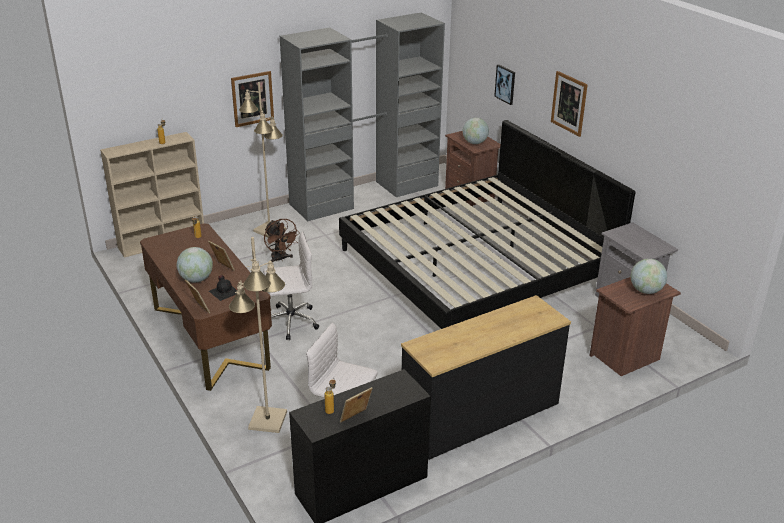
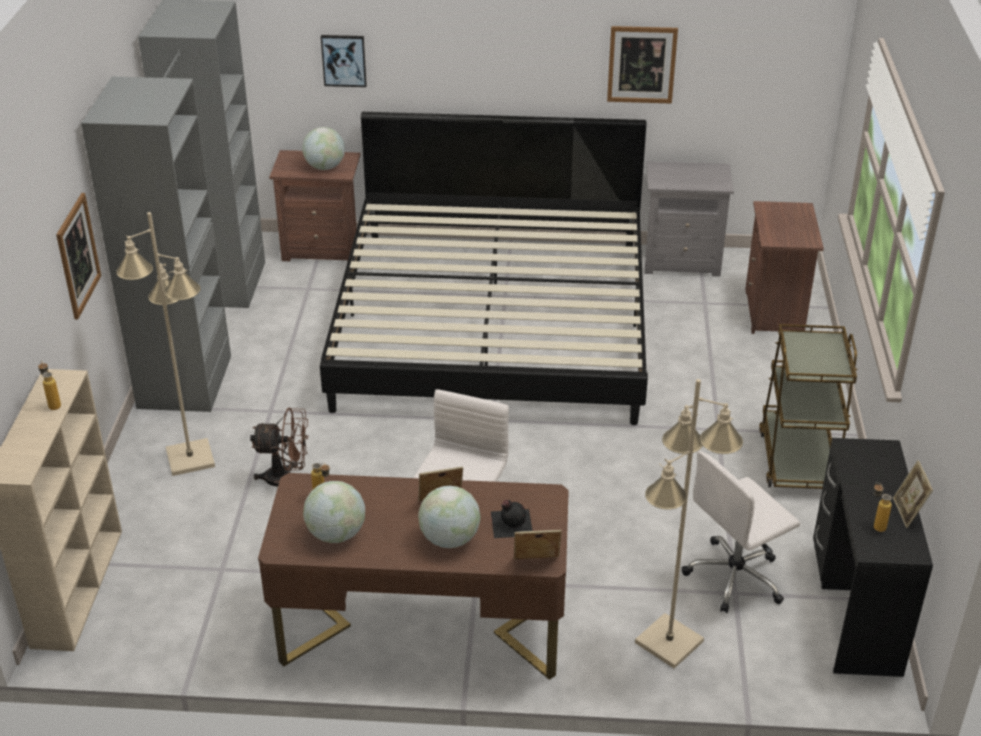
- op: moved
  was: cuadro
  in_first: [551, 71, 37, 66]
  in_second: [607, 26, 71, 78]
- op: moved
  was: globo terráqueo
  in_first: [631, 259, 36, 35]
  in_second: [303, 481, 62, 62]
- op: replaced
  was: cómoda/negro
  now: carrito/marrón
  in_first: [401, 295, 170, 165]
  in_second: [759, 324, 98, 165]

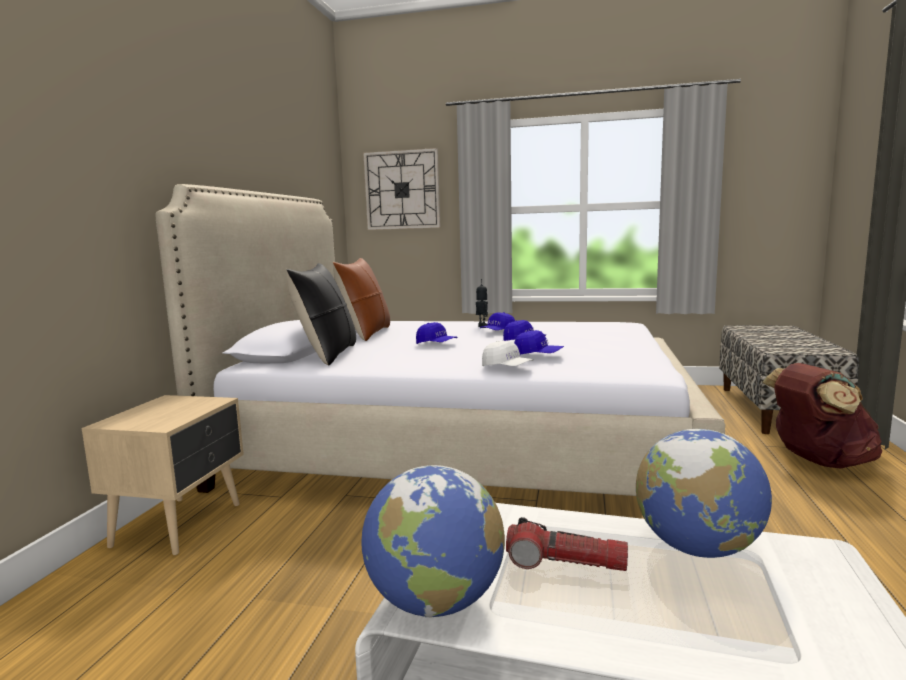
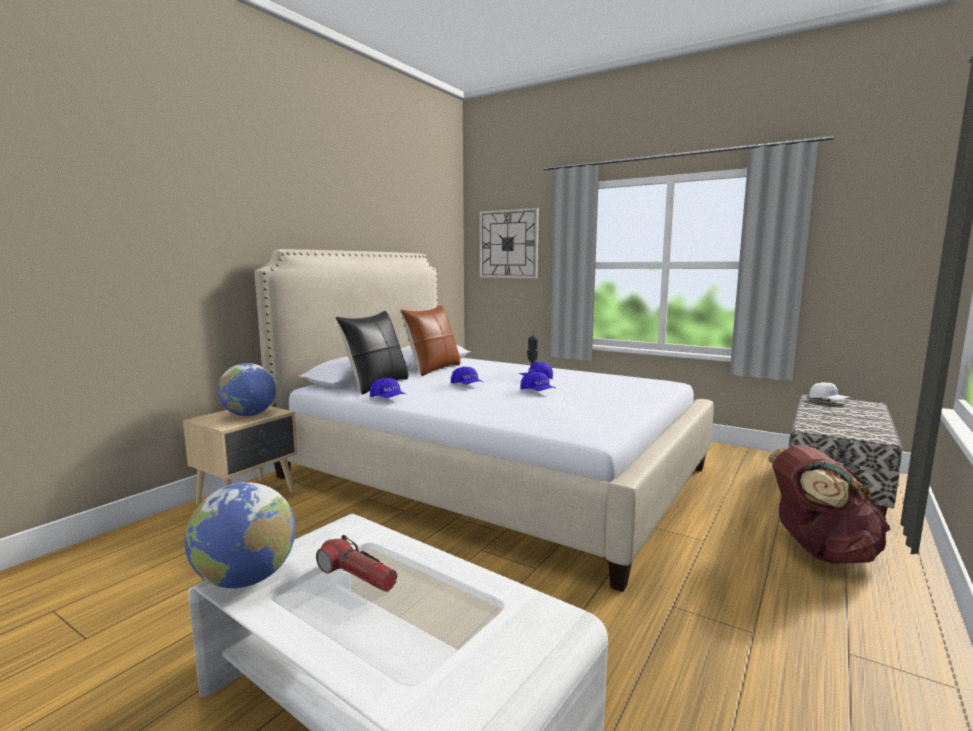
- op: moved
  was: gorra/blanco
  in_first: [482, 341, 52, 25]
  in_second: [809, 382, 41, 18]
- op: moved
  was: gorra/azul
  in_first: [514, 330, 50, 24]
  in_second: [370, 378, 36, 20]
- op: moved
  was: globo terráqueo
  in_first: [636, 429, 136, 129]
  in_second: [217, 363, 59, 54]

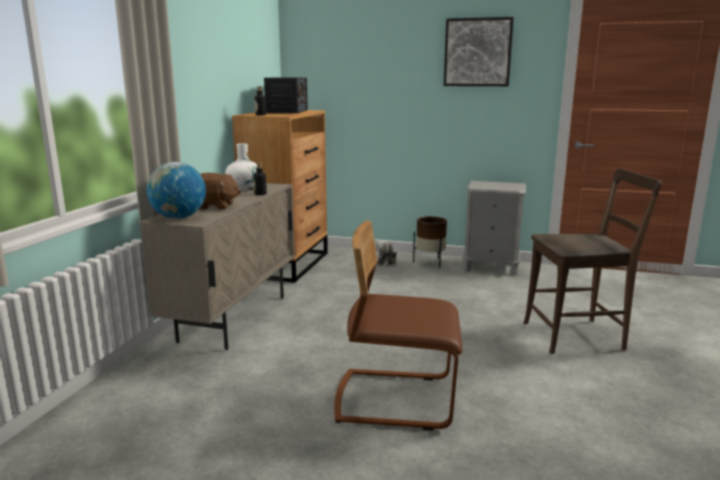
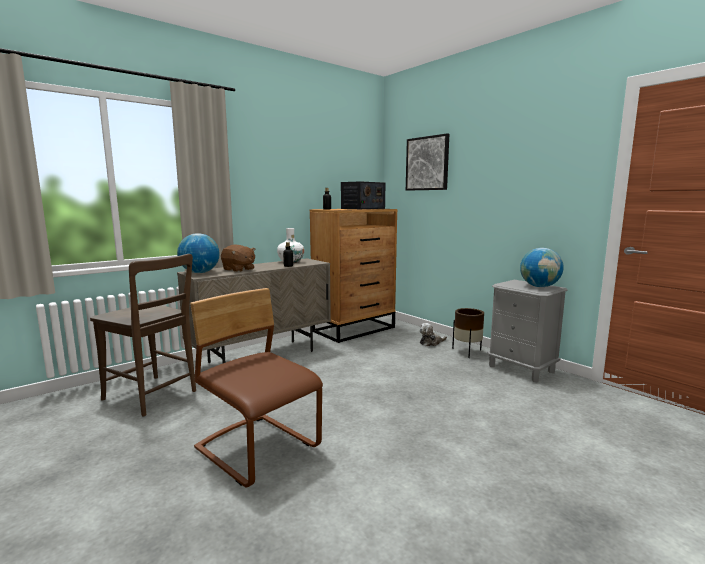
- op: added
  now: globo terráqueo
  in_second: [520, 248, 44, 39]
- op: moved
  was: cuadro
  in_first: [444, 17, 70, 69]
  in_second: [406, 133, 43, 58]
- op: moved
  was: silla/marrón
  in_first: [523, 168, 139, 186]
  in_second: [90, 254, 106, 162]

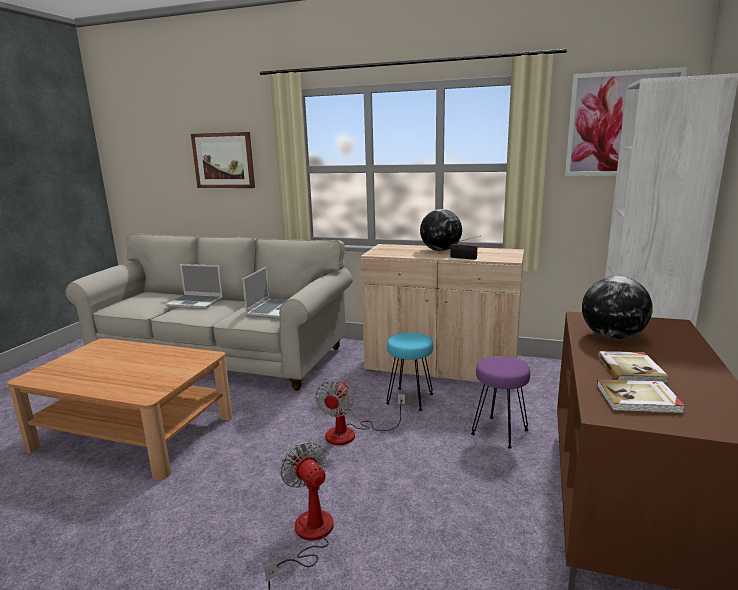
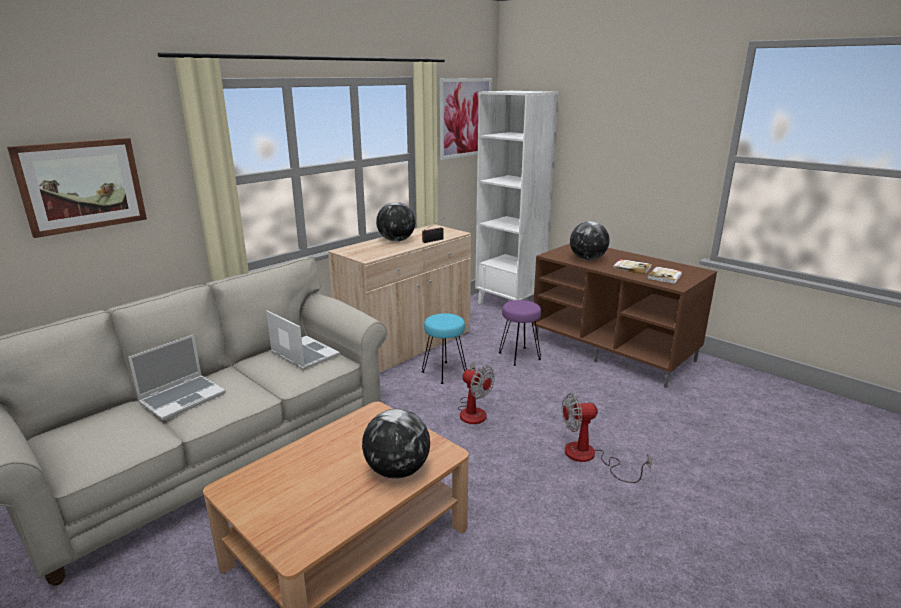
- op: added
  now: globo terráqueo
  in_second: [362, 409, 68, 70]

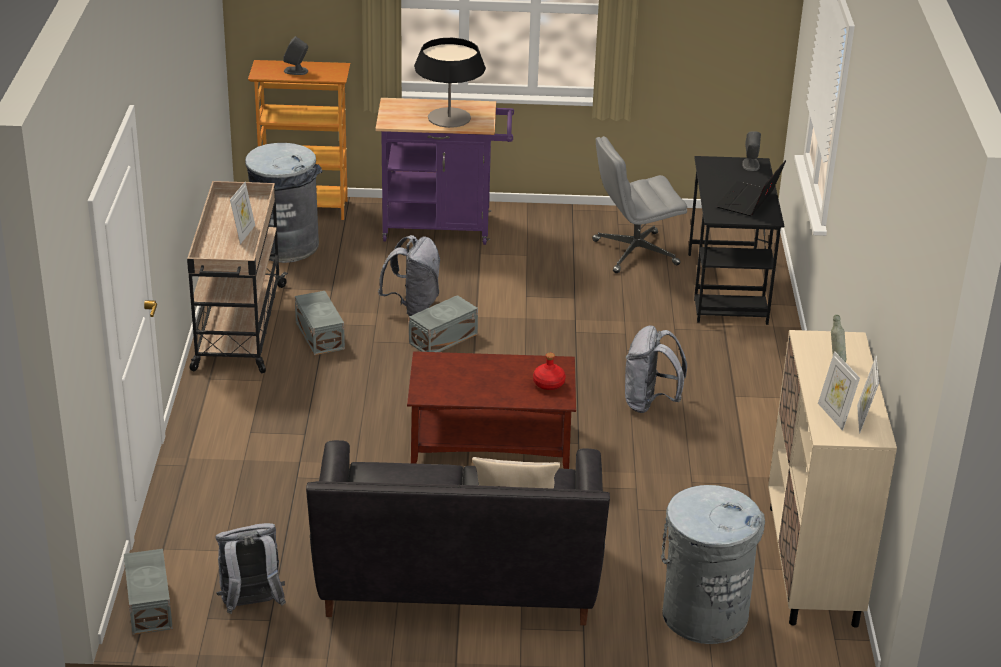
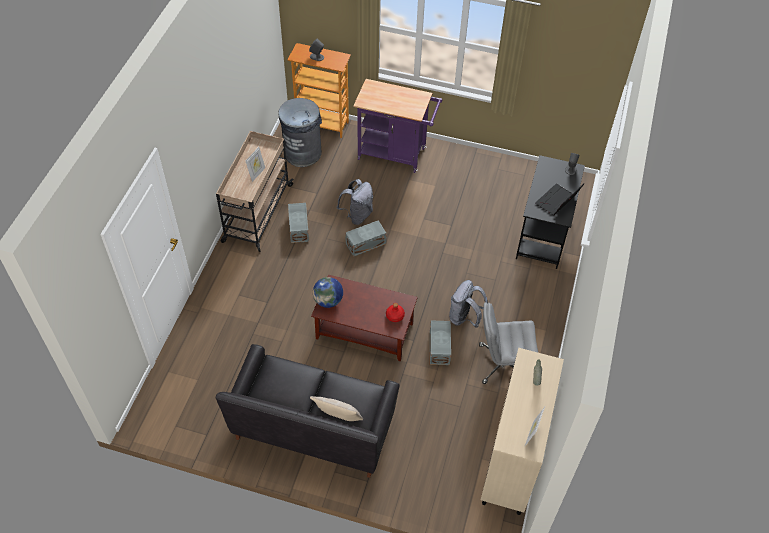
- op: removed
  was: mochila/gris
  in_first: [216, 523, 70, 91]
- op: removed
  was: lámpara de mesa
  in_first: [414, 38, 72, 90]
- op: removed
  was: papelera/gris
  in_first: [661, 485, 104, 159]
- op: removed
  was: portarretratos
  in_first: [818, 351, 42, 80]
- op: added
  now: globo terráqueo
  in_second: [313, 277, 30, 31]
- op: moved
  was: caja de almacenaje/gris
  in_first: [124, 549, 49, 86]
  in_second: [430, 320, 21, 45]
- op: moved
  was: silla de oficina/gris
  in_first: [592, 136, 95, 137]
  in_second: [479, 302, 59, 82]

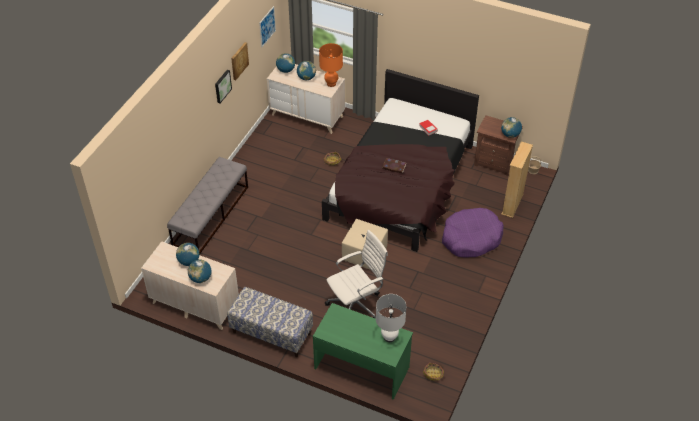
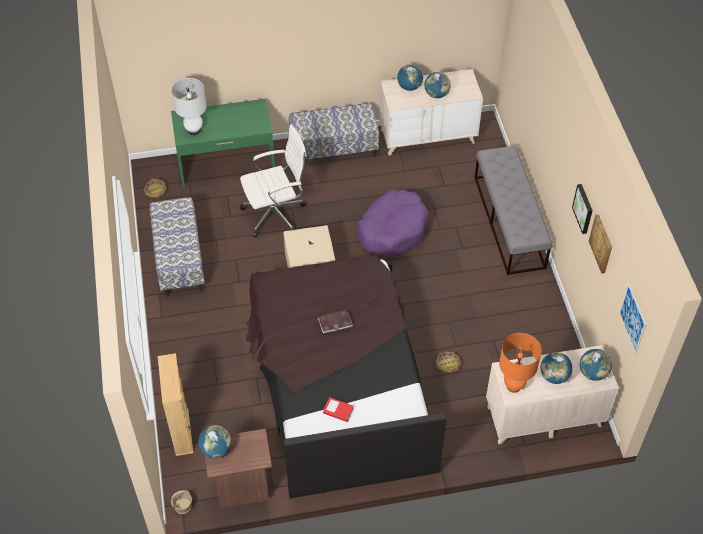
- op: added
  now: banco
  in_second: [150, 197, 55, 100]
- op: moved
  was: cama para perro/morado
  in_first: [442, 208, 62, 50]
  in_second: [357, 190, 72, 66]
- op: turned
  was: silla de oficina/blanco
  in_first: [325, 230, 63, 89]
  in_second: [240, 124, 67, 113]
  clockwise: -135

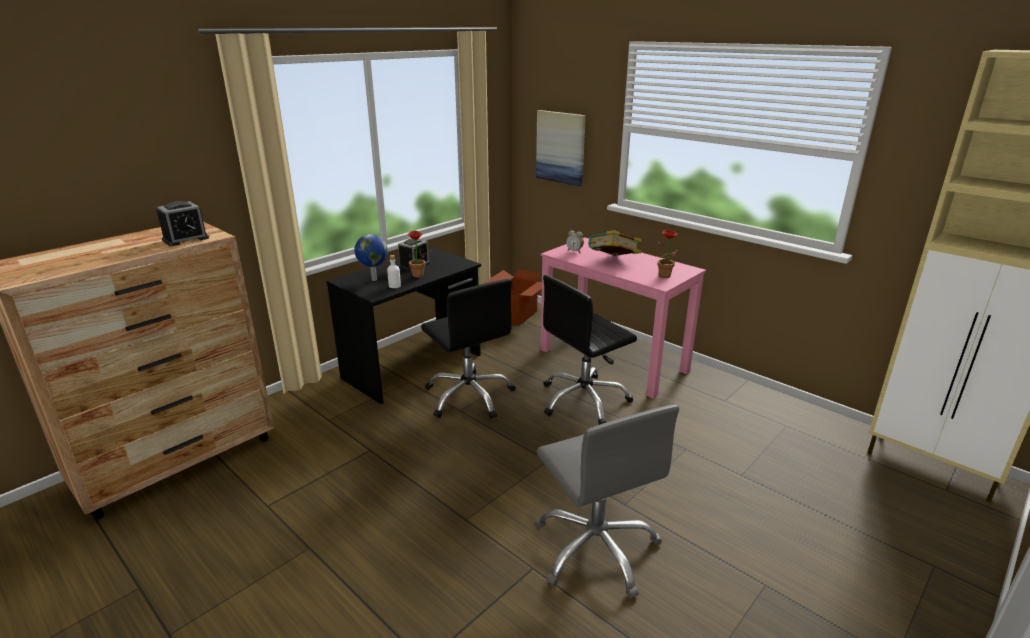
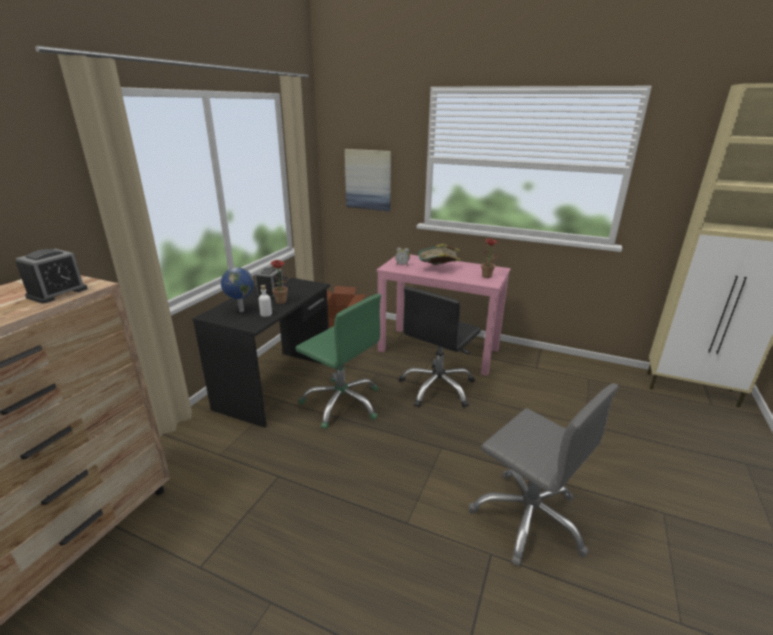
- op: recoloured
  was: silla de oficina/negro
  now: silla de oficina/verde
  in_first: [421, 279, 95, 140]
  in_second: [295, 294, 86, 135]

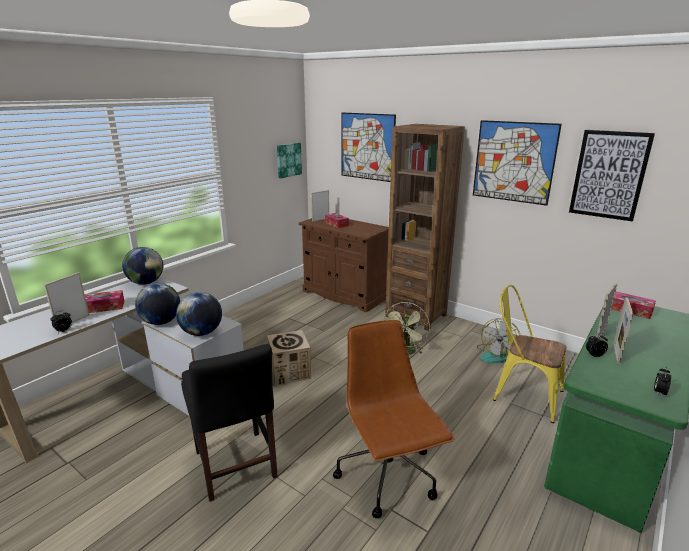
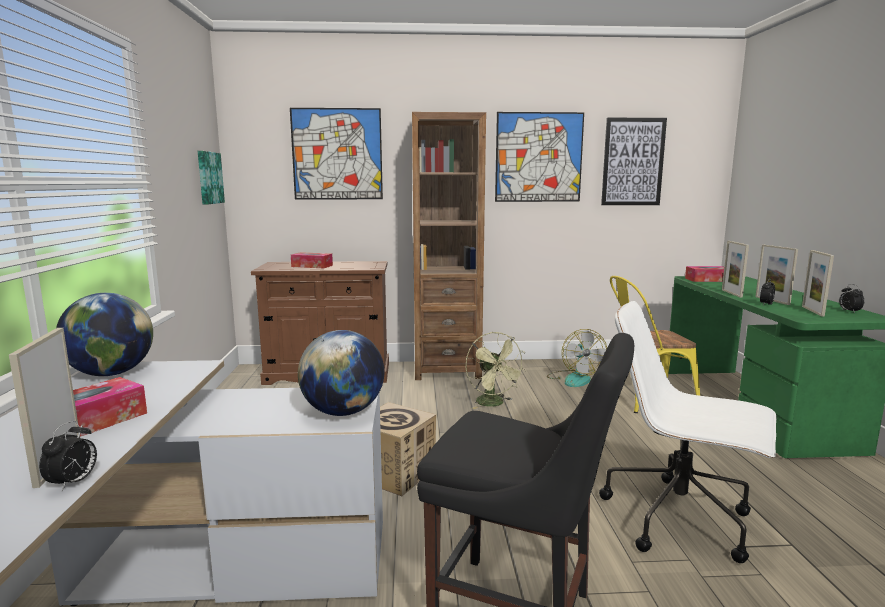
- op: removed
  was: globo terráqueo
  in_first: [135, 283, 45, 42]
- op: moved
  was: portarretratos
  in_first: [311, 190, 18, 32]
  in_second: [802, 250, 32, 66]
- op: recoloured
  was: silla de oficina/marrón
  now: silla de oficina/blanco
  in_first: [333, 320, 121, 198]
  in_second: [599, 301, 177, 262]

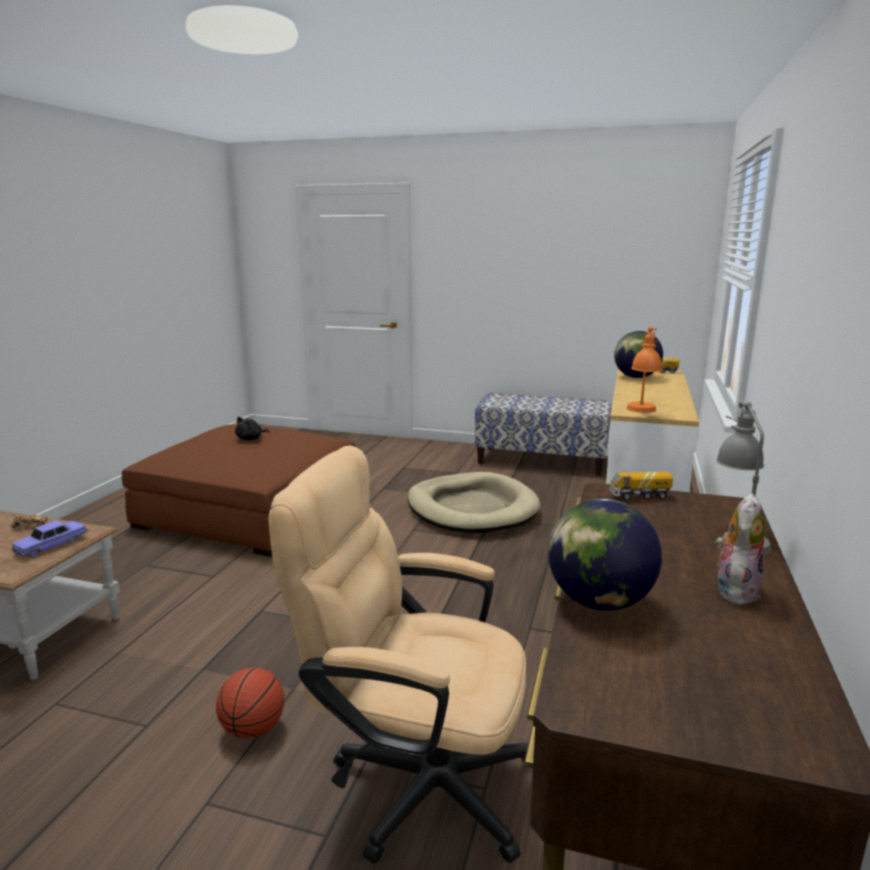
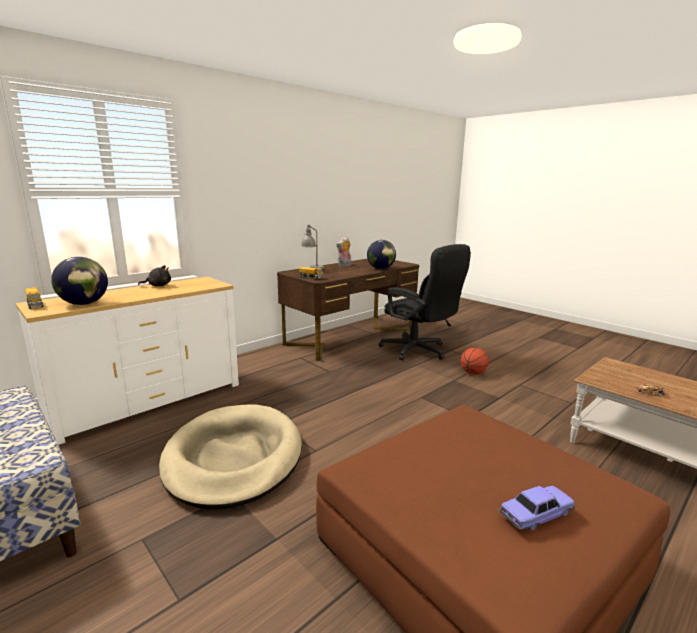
- op: removed
  was: lámpara de mesa/naranja
  in_first: [626, 327, 36, 86]
- op: moved
  was: coche de juguete
  in_first: [11, 520, 77, 38]
  in_second: [498, 486, 77, 45]
- op: moved
  was: peluche/negro
  in_first: [235, 417, 34, 23]
  in_second: [138, 265, 33, 21]
- op: recoloured
  was: silla de oficina/beis
  now: silla de oficina/negro
  in_first: [268, 446, 260, 418]
  in_second: [378, 244, 93, 117]

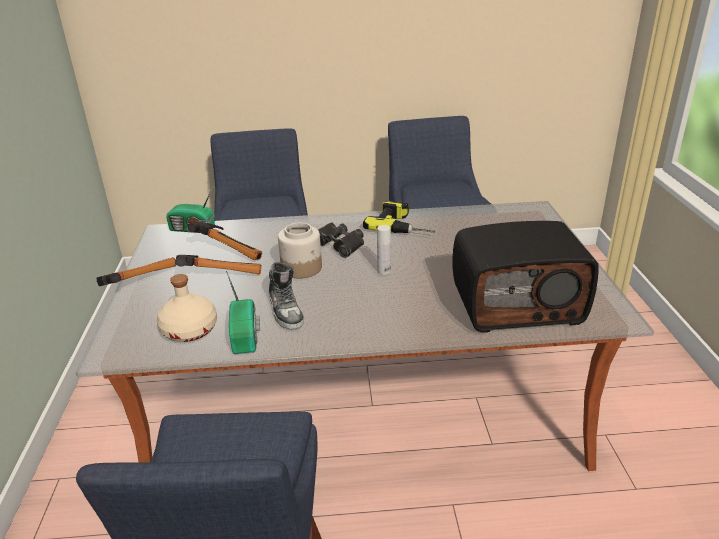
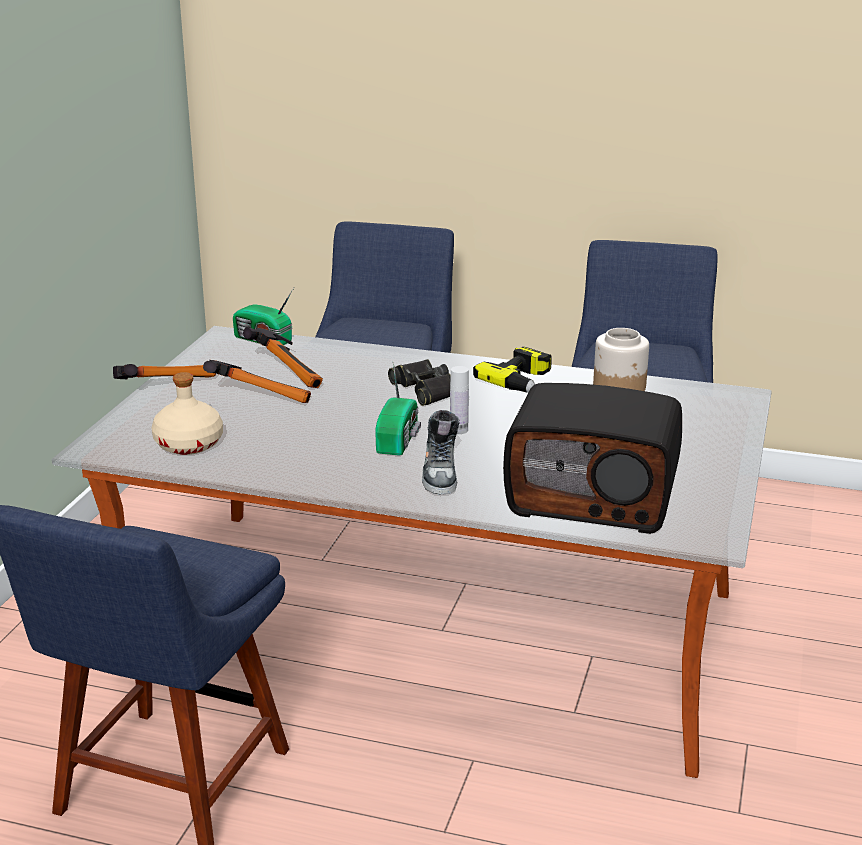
- op: moved
  was: radio
  in_first: [226, 271, 34, 83]
  in_second: [375, 362, 46, 94]
- op: moved
  was: zapato
  in_first: [269, 262, 35, 67]
  in_second: [422, 410, 38, 84]
- op: moved
  was: tarro
  in_first: [278, 222, 44, 56]
  in_second: [593, 328, 56, 63]

